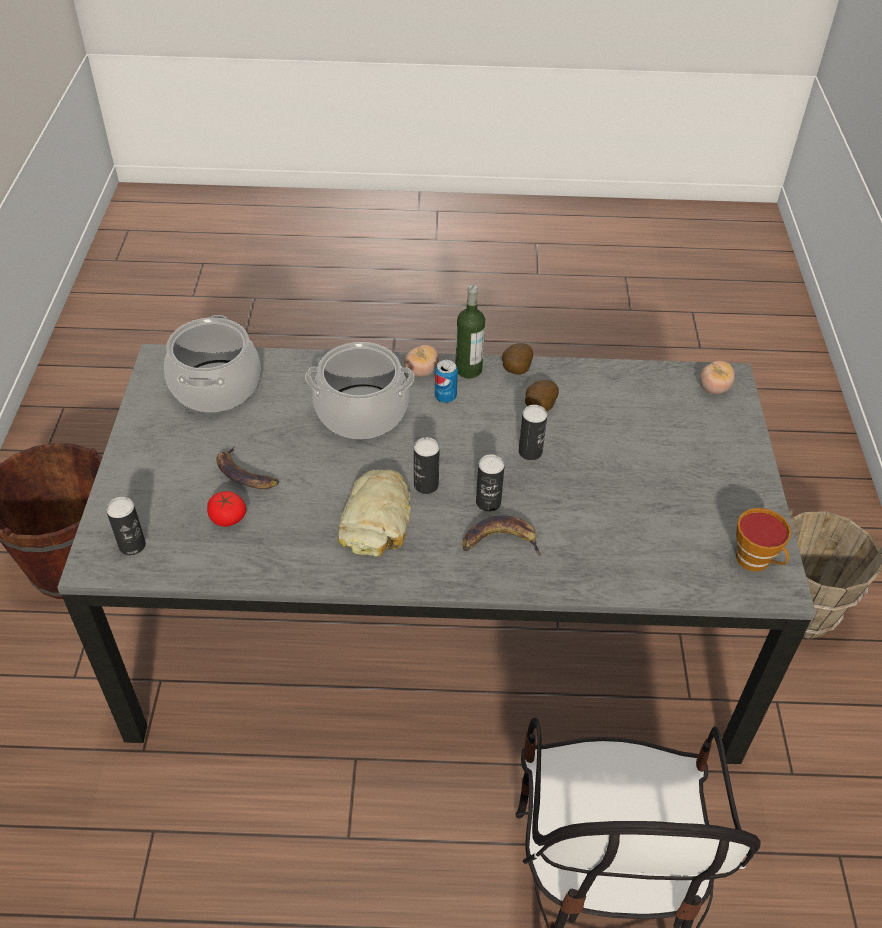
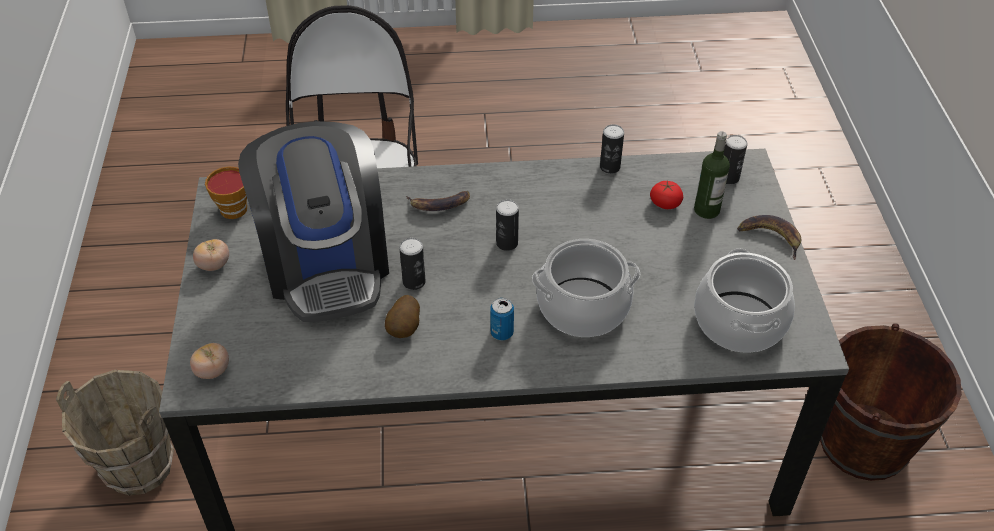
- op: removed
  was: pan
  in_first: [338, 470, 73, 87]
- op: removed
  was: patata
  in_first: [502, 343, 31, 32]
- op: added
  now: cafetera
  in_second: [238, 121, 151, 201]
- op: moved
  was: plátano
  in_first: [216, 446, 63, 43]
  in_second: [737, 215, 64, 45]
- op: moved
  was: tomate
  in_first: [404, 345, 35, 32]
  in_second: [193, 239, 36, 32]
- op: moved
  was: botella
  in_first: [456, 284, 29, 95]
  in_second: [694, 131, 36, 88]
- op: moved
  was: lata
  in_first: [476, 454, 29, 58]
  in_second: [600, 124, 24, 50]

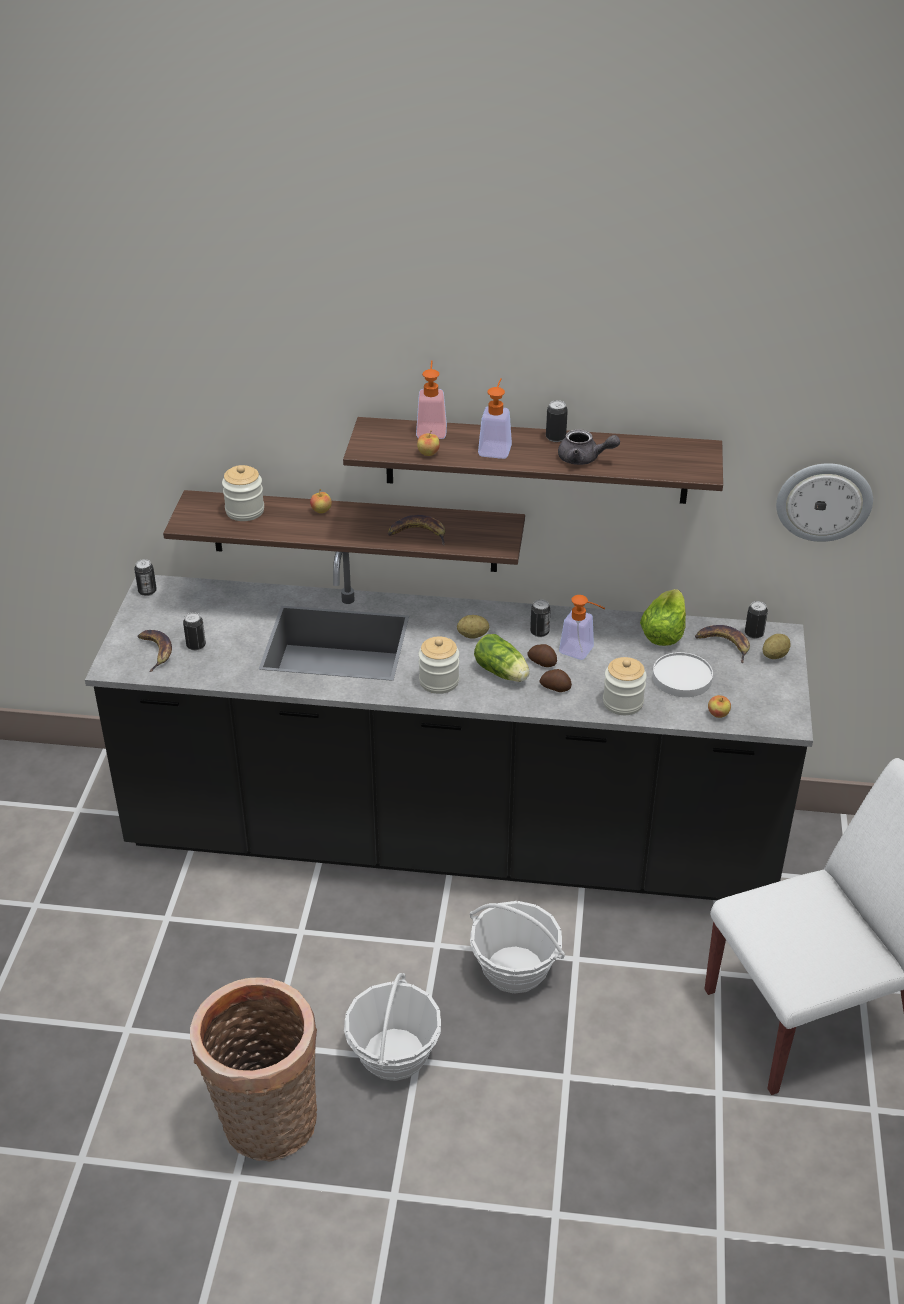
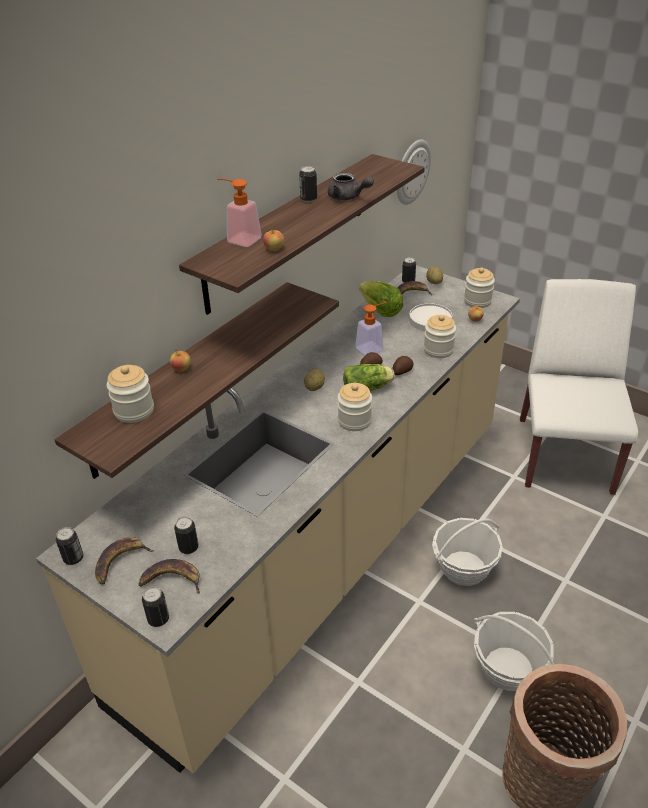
- op: removed
  was: dispensador de jabón
  in_first: [478, 378, 34, 81]
- op: added
  now: tarro
  in_second: [464, 267, 31, 41]
- op: moved
  was: plátano
  in_first: [388, 515, 57, 31]
  in_second: [95, 537, 59, 48]
- op: moved
  was: lata
  in_first: [530, 600, 21, 37]
  in_second: [142, 587, 27, 40]
- op: recoloured
  was: mueble bajo de cocina/negro
  now: mueble bajo de cocina/beis
  in_first: [85, 552, 728, 348]
  in_second: [36, 265, 484, 508]
- op: turned
  was: tetera/gris
  in_first: [558, 429, 62, 36]
  in_second: [328, 173, 46, 27]
  clockwise: 75

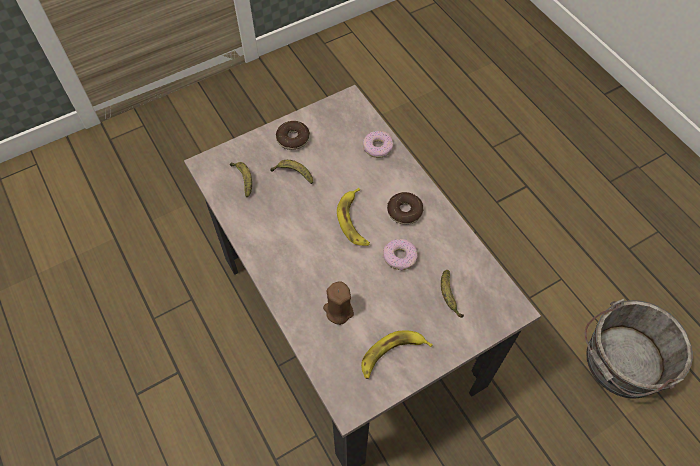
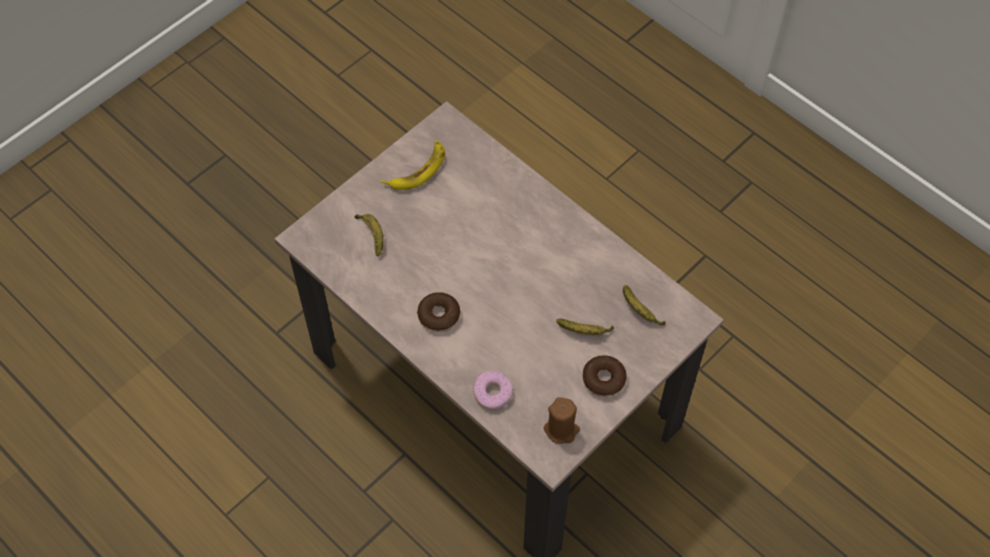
- op: removed
  was: plátano
  in_first: [337, 188, 33, 58]
- op: removed
  was: rosquilla
  in_first: [383, 239, 35, 31]
- op: removed
  was: cubo/gris
  in_first: [585, 299, 108, 100]
- op: moved
  was: vela/marrón
  in_first: [323, 281, 31, 44]
  in_second: [544, 397, 36, 47]

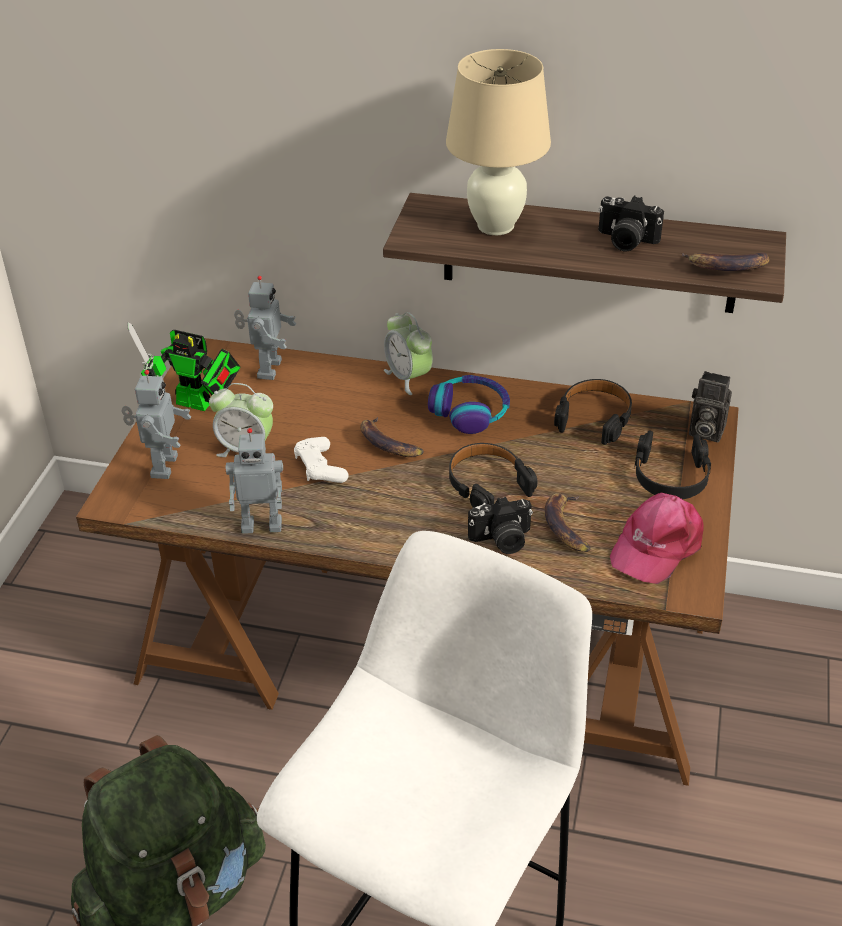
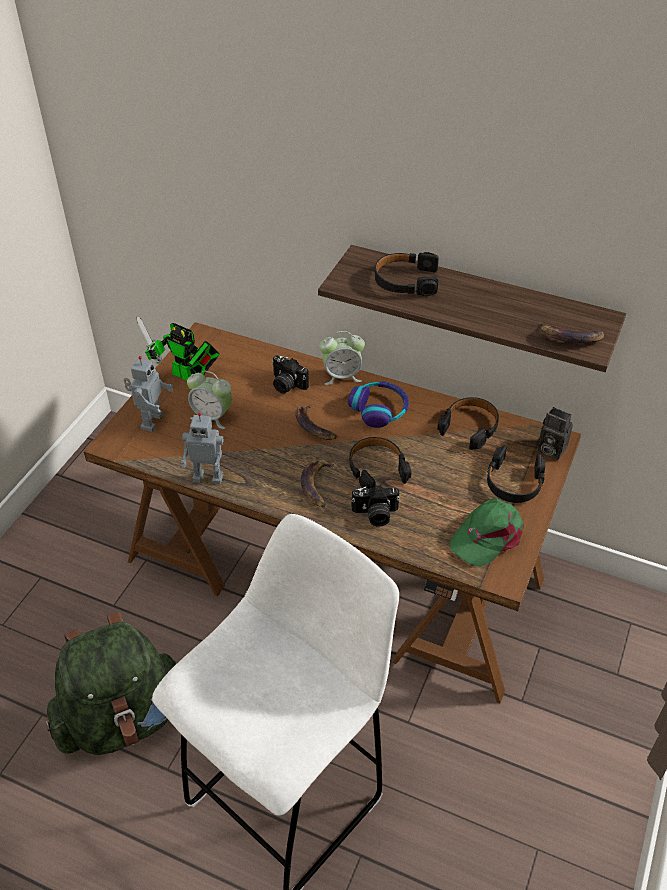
- op: removed
  was: robot de juguete
  in_first: [234, 276, 62, 104]
- op: removed
  was: mando de consola/blanco
  in_first: [294, 437, 55, 46]
- op: moved
  was: plátano
  in_first: [545, 493, 45, 59]
  in_second: [301, 460, 33, 47]
- op: moved
  was: cámara
  in_first: [598, 196, 66, 55]
  in_second: [272, 355, 37, 39]
- op: replaced
  was: lámpara de mesa/beis
  now: auriculares/negro
  in_first: [446, 49, 105, 186]
  in_second: [375, 252, 64, 44]
- op: recoloured
  was: gorra/rosa
  now: gorra/verde
  in_first: [610, 493, 93, 91]
  in_second: [450, 498, 74, 69]
- op: turned
  was: despertador
  in_first: [384, 312, 49, 83]
  in_second: [319, 331, 46, 54]
  clockwise: -75

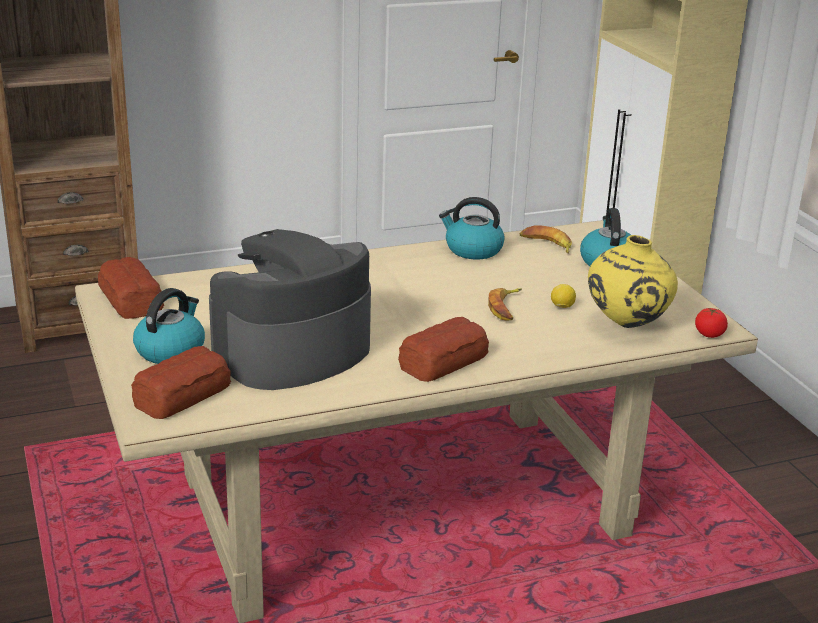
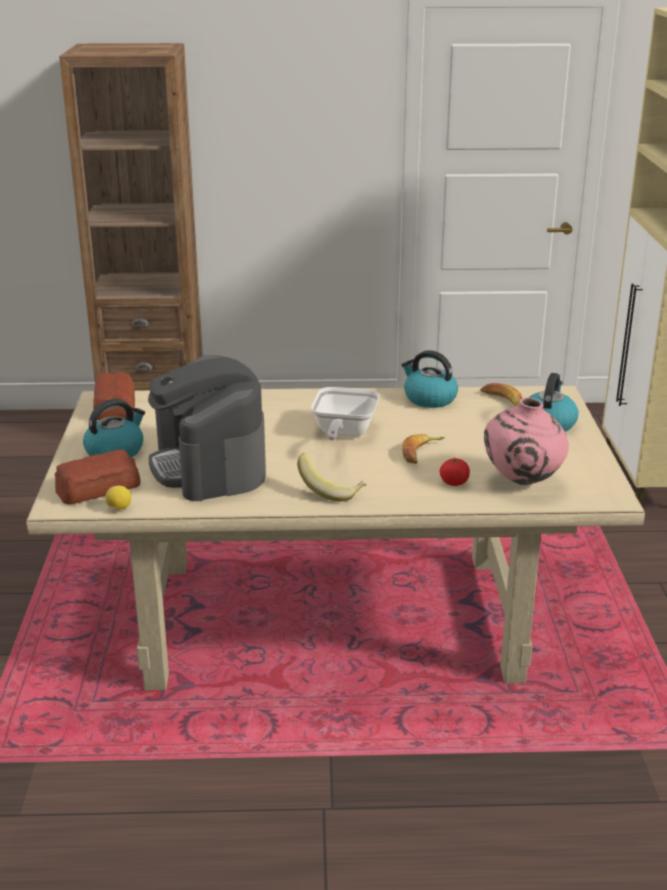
- op: added
  now: sartén
  in_second: [311, 387, 69, 53]
- op: moved
  was: limón
  in_first: [551, 284, 25, 24]
  in_second: [105, 486, 26, 24]
- op: moved
  was: tomate
  in_first: [695, 307, 33, 31]
  in_second: [440, 458, 30, 28]
- op: replaced
  was: pan
  now: plátano
  in_first: [398, 317, 91, 65]
  in_second: [297, 453, 70, 48]
- op: recoloured
  was: florero/amarillo
  now: florero/rosa
  in_first: [588, 235, 90, 93]
  in_second: [484, 397, 85, 88]
- op: turned
  was: cafetera
  in_first: [209, 229, 162, 161]
  in_second: [148, 355, 118, 146]
  clockwise: -90

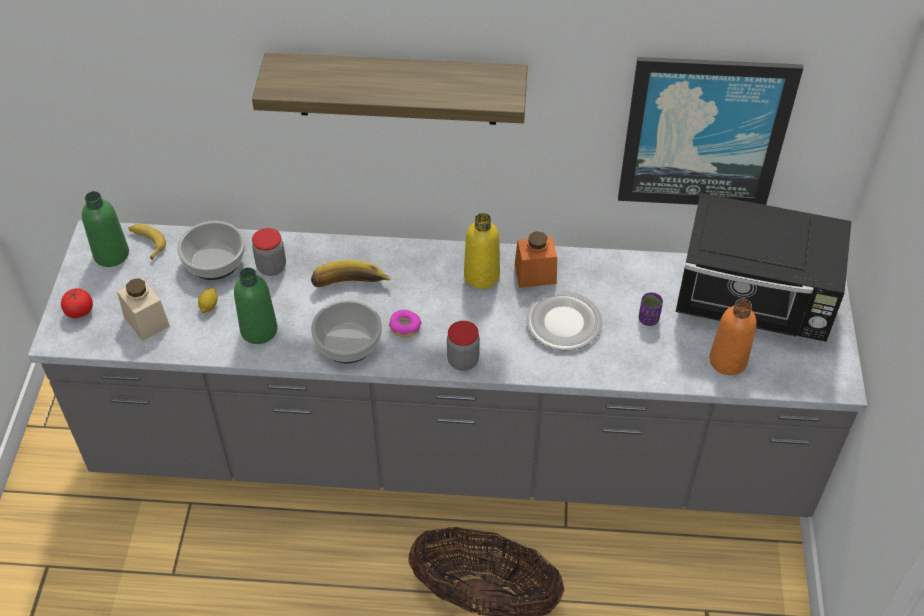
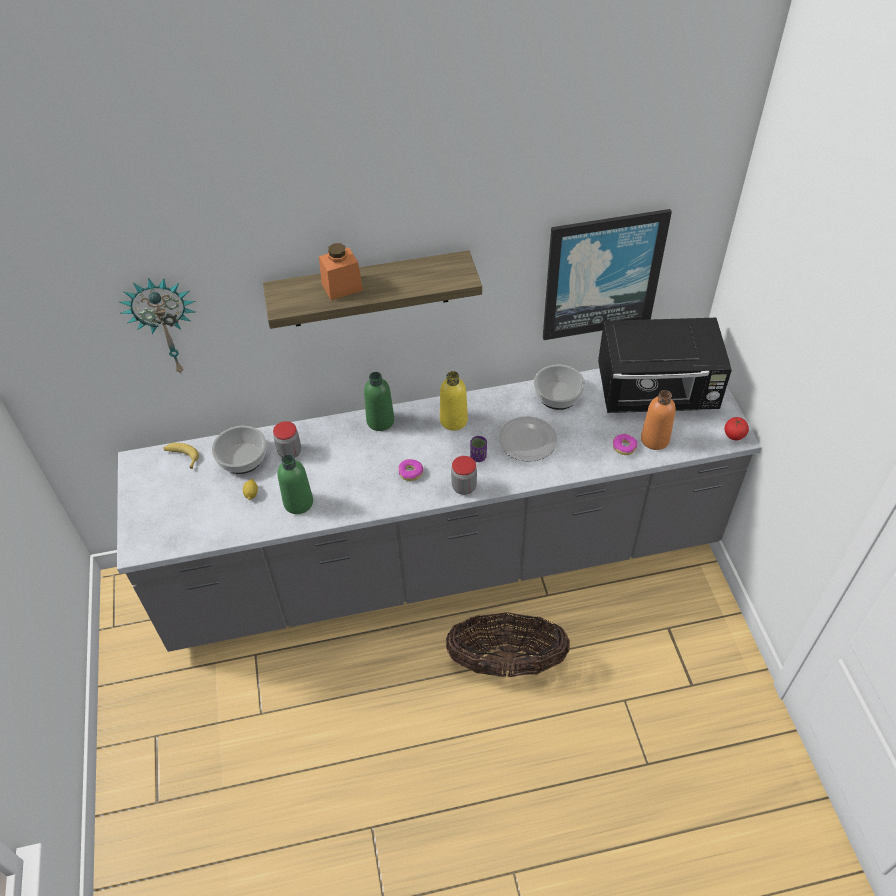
- op: removed
  was: tarro/beis
  in_first: [117, 278, 53, 63]
- op: removed
  was: plátano
  in_first: [311, 260, 80, 27]
- op: added
  now: reloj de pared
  in_second: [120, 278, 76, 97]
- op: added
  now: rosquilla
  in_second: [613, 434, 24, 21]
- op: moved
  was: tomate
  in_first: [61, 288, 32, 30]
  in_second: [725, 417, 24, 24]
- op: moved
  was: botella/verde
  in_first: [82, 191, 47, 76]
  in_second: [364, 372, 30, 59]
- op: moved
  was: cuenco
  in_first: [311, 300, 71, 64]
  in_second: [534, 365, 51, 45]
- op: moved
  was: tarro/naranja
  in_first: [514, 231, 43, 57]
  in_second: [319, 243, 44, 57]
- op: moved
  was: taza/morado
  in_first: [639, 292, 24, 34]
  in_second: [470, 436, 17, 26]

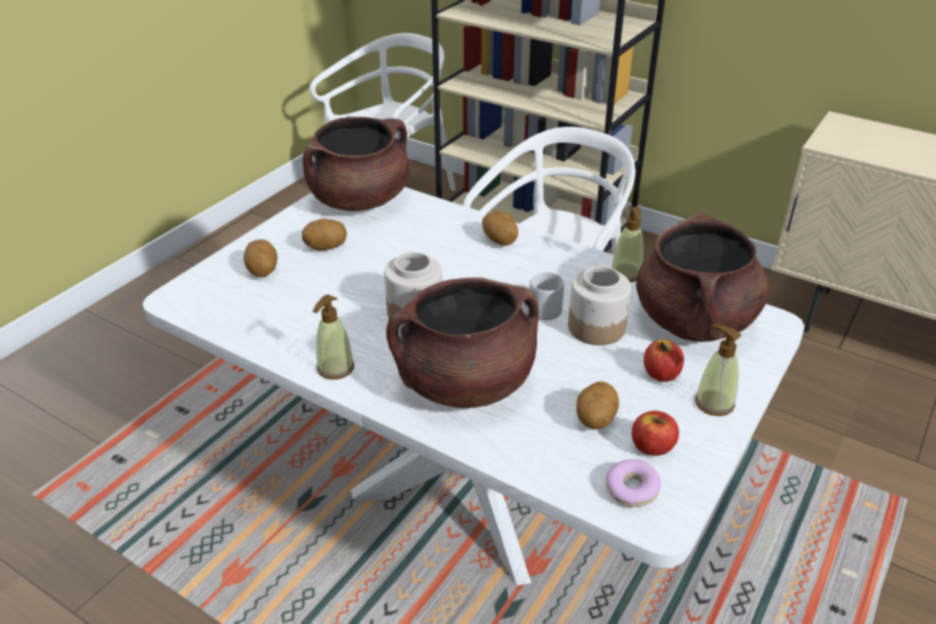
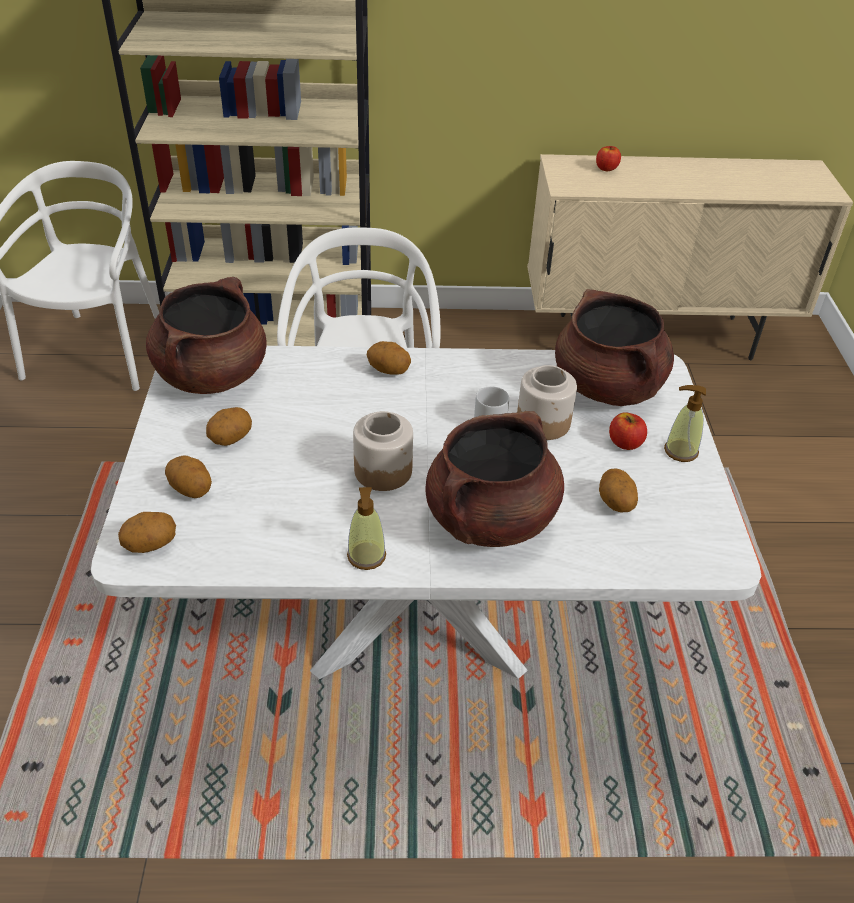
- op: removed
  was: rosquilla
  in_first: [606, 459, 55, 48]
- op: removed
  was: dispensador de jabón
  in_first: [612, 207, 32, 75]
- op: added
  now: patata
  in_second: [118, 512, 58, 41]
- op: moved
  was: manzana
  in_first: [632, 411, 47, 45]
  in_second: [596, 146, 25, 25]

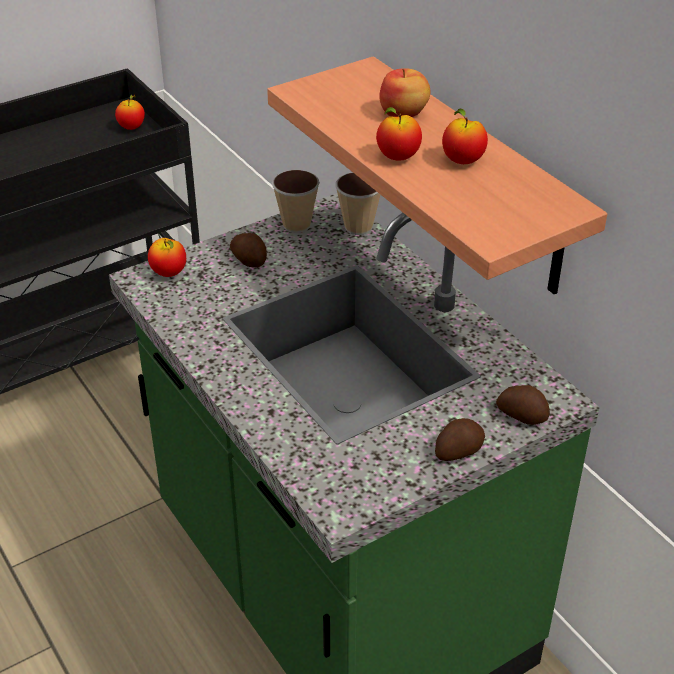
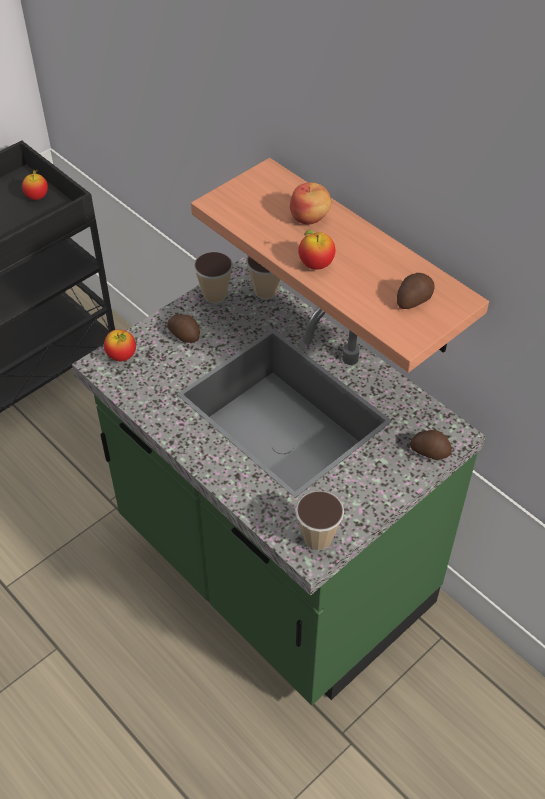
- op: removed
  was: manzana
  in_first: [442, 109, 46, 55]
- op: added
  now: taza
  in_second: [295, 490, 49, 61]
- op: moved
  was: patata
  in_first: [435, 418, 50, 43]
  in_second: [397, 273, 38, 36]

